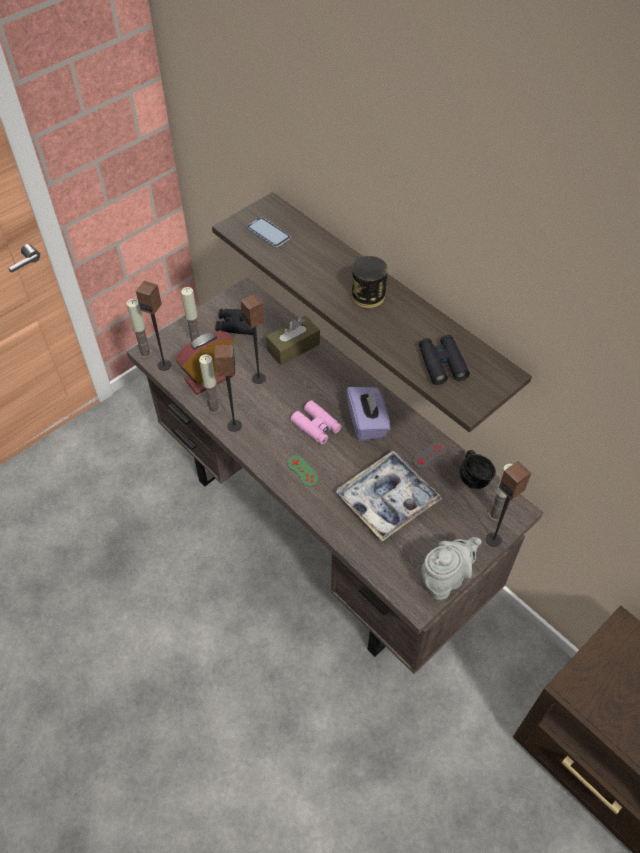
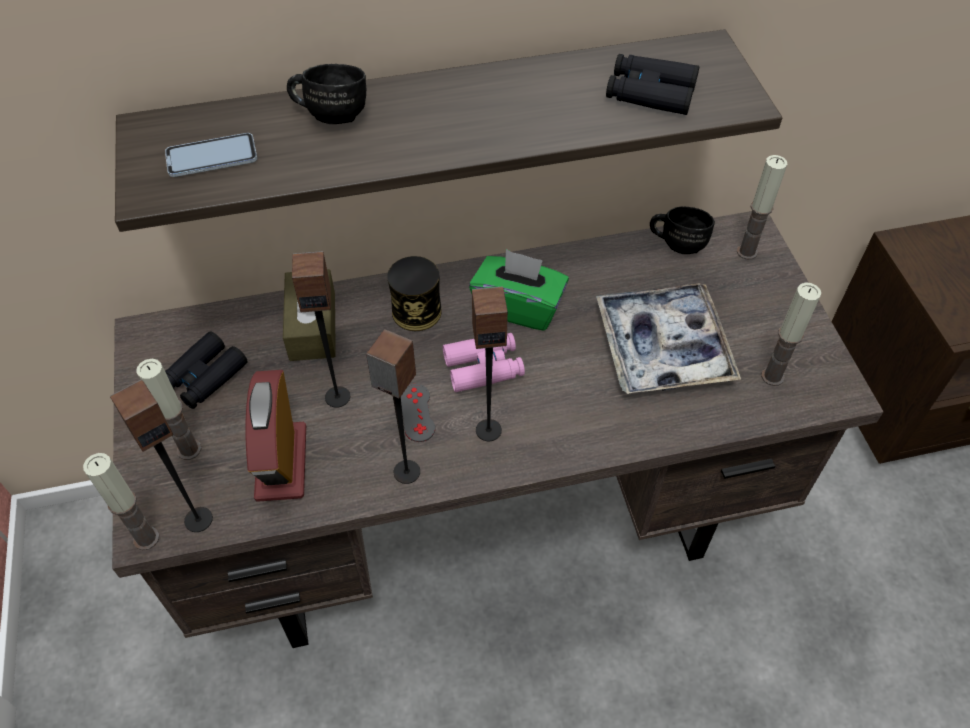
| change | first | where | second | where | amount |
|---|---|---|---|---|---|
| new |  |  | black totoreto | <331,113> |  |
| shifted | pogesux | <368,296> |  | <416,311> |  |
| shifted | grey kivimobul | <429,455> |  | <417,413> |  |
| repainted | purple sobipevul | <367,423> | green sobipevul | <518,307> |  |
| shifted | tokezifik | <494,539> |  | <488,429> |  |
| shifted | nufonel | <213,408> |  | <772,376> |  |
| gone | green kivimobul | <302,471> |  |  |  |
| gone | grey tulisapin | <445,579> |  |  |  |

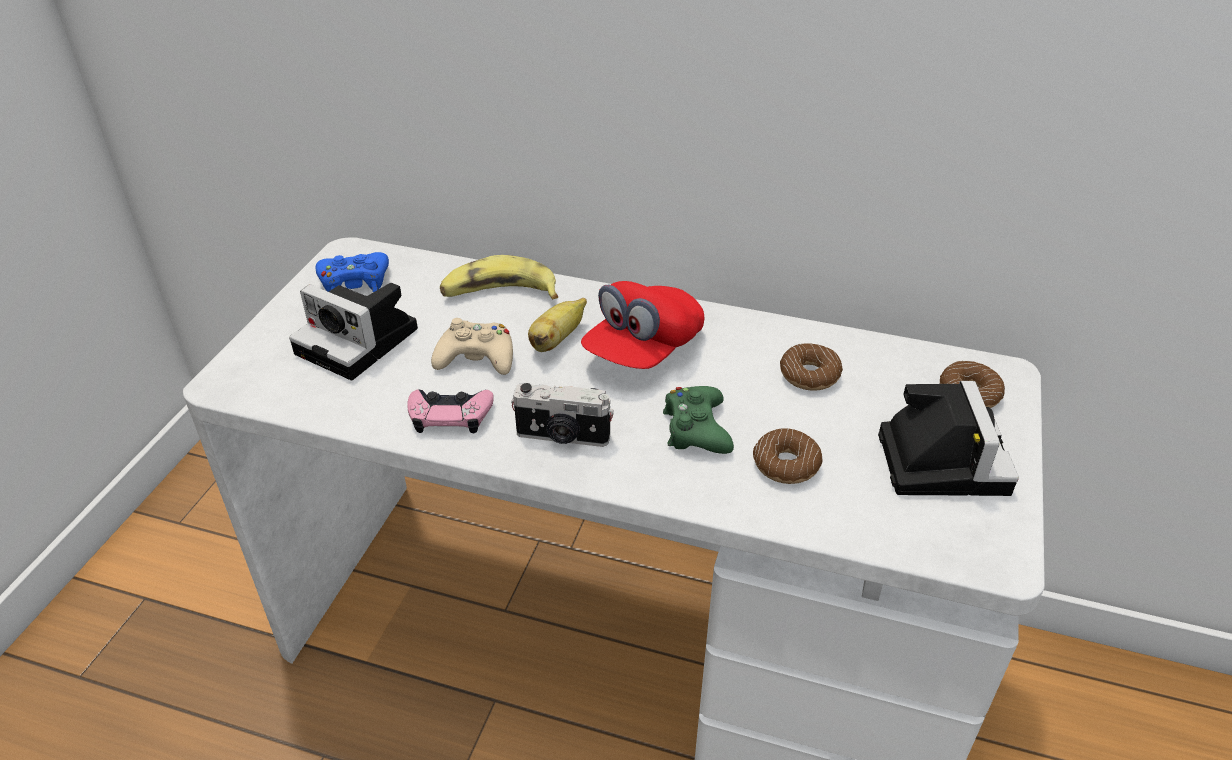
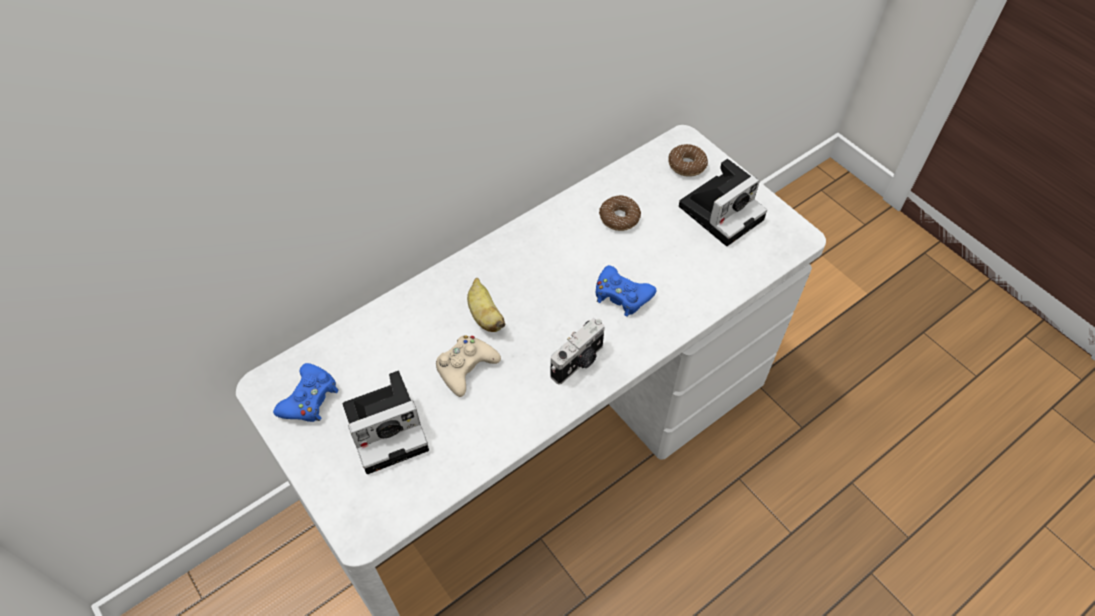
| change | first | where | second | where | amount |
|---|---|---|---|---|---|
| repainted | green kivimobul | <696,429> | blue kivimobul | <622,295> |  |
| rotated | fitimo | <939,459> |  | <722,210> | 105 degrees clockwise |
| gone | pink kivimobul | <450,415> |  |  |  |
| gone | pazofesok | <499,294> |  |  |  |
| gone | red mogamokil | <643,349> |  |  |  |
| gone | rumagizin | <786,464> |  |  |  |

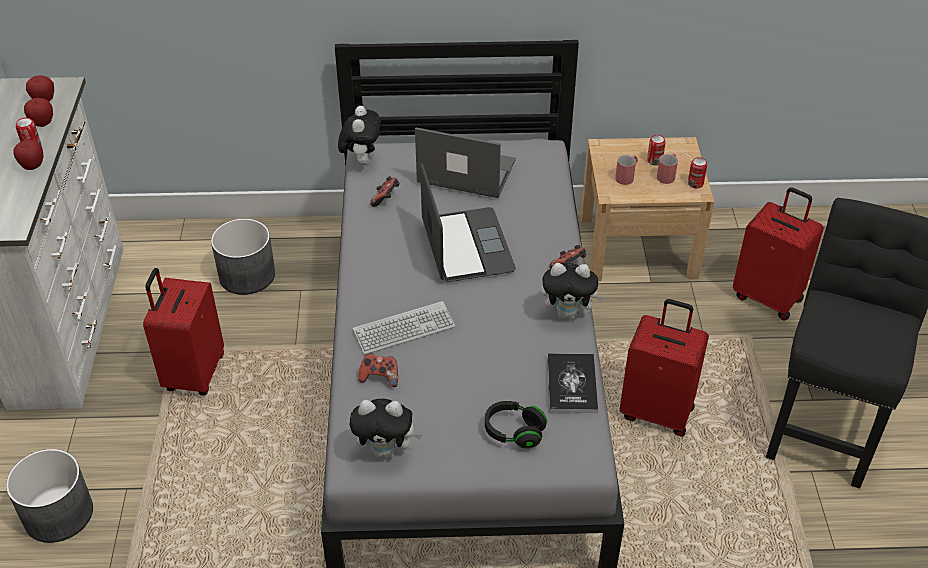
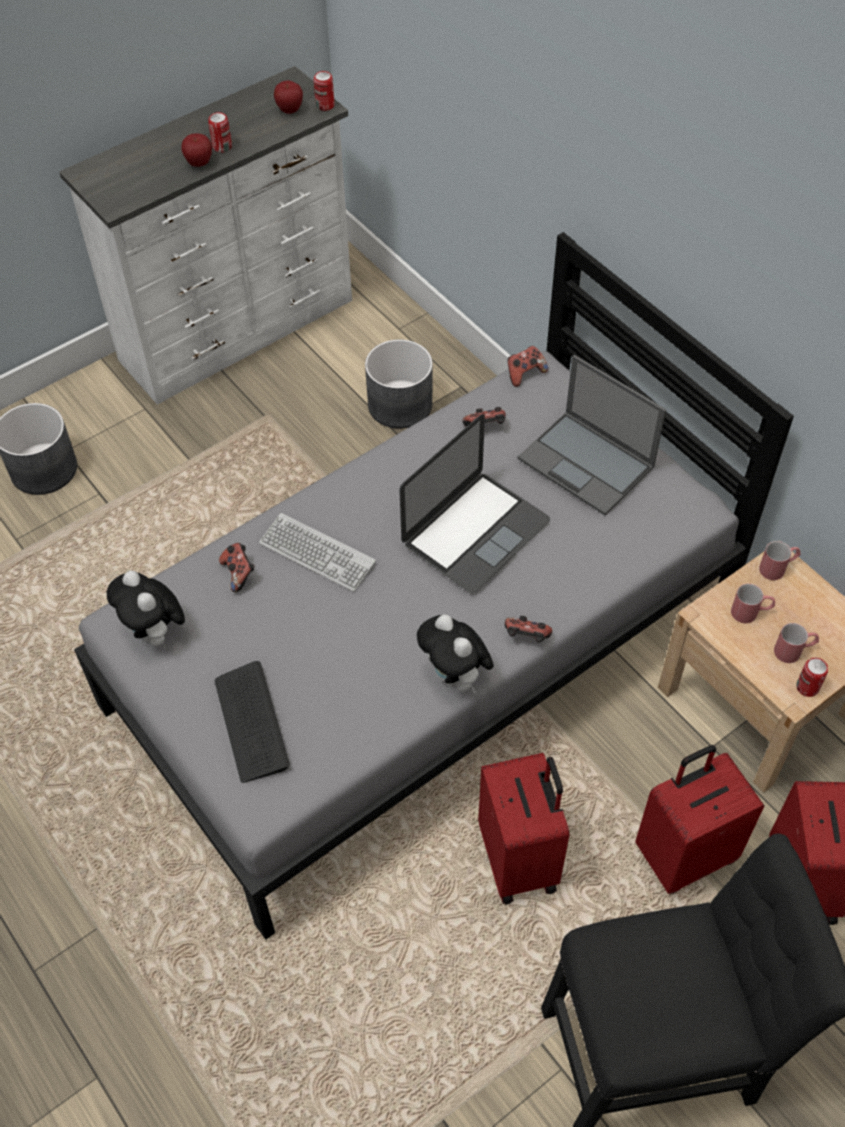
| change | first | where | second | where | amount |
|---|---|---|---|---|---|
| swapped | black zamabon | <514,432> | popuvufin | <251,723> |  |
| shifted | pogesux | <654,161> |  | <325,105> |  |
| swapped | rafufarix | <362,160> | kivimobul | <524,373> |  |
| rotated | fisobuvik | <465,171> |  | <587,463> | 150 degrees clockwise |
| shifted | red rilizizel | <193,373> |  | <684,854> |  |
| new |  |  | red totoreto | <778,568> |  |
| gone | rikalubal | <42,123> |  |  |  |
| gone | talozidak | <572,384> |  |  |  |

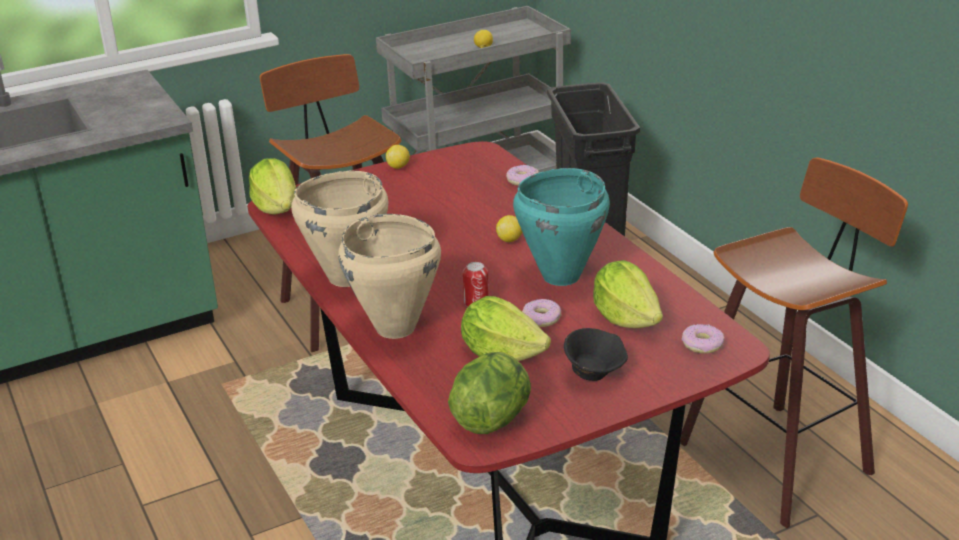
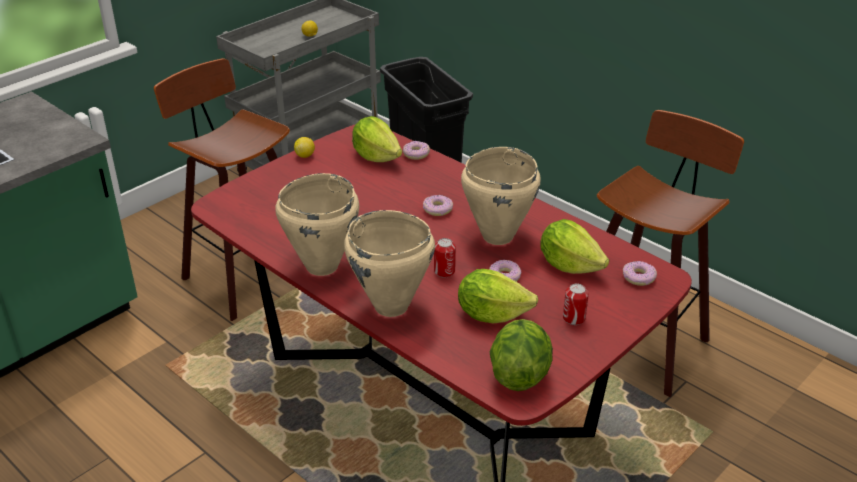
| change | first | where | second | where | amount |
|---|---|---|---|---|---|
| shifted | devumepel | <276,208> |  | <376,156> |  |
| swapped | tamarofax | <510,240> | rumagizin | <437,209> |  |
| repainted | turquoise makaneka | <560,276> | beige makaneka | <497,236> |  |
| swapped | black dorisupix | <594,373> | pogesux | <574,318> |  |

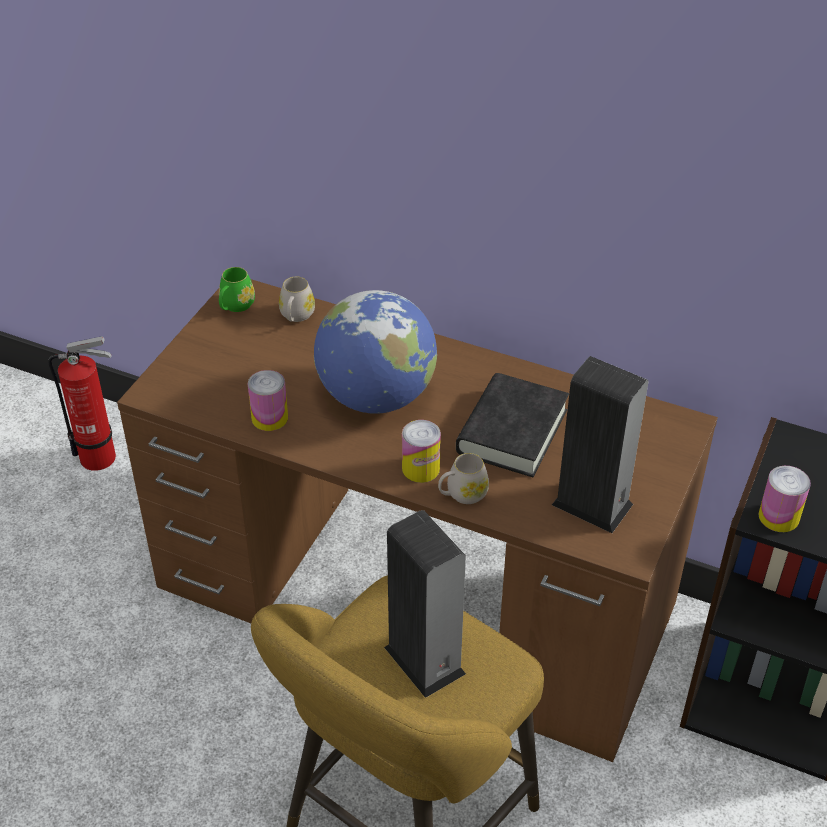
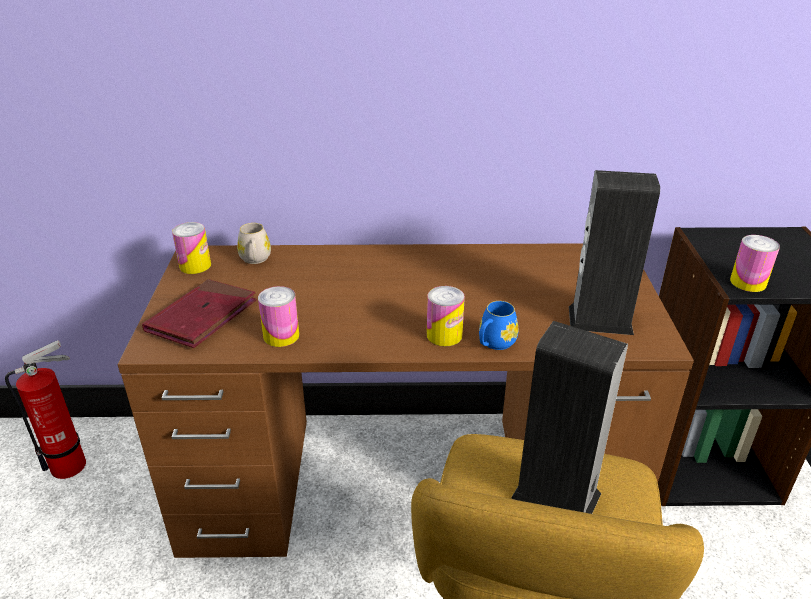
| change | first | where | second | where | amount |
|---|---|---|---|---|---|
| new |  |  | red talozidak | <202,317> |  |
| swapped | green totoreto | <235,306> | pogesux | <195,265> |  |
| repainted | white totoreto | <462,494> | blue totoreto | <494,343> |  |
| gone | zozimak | <376,397> |  |  |  |
| gone | black talozidak | <512,432> |  |  |  |

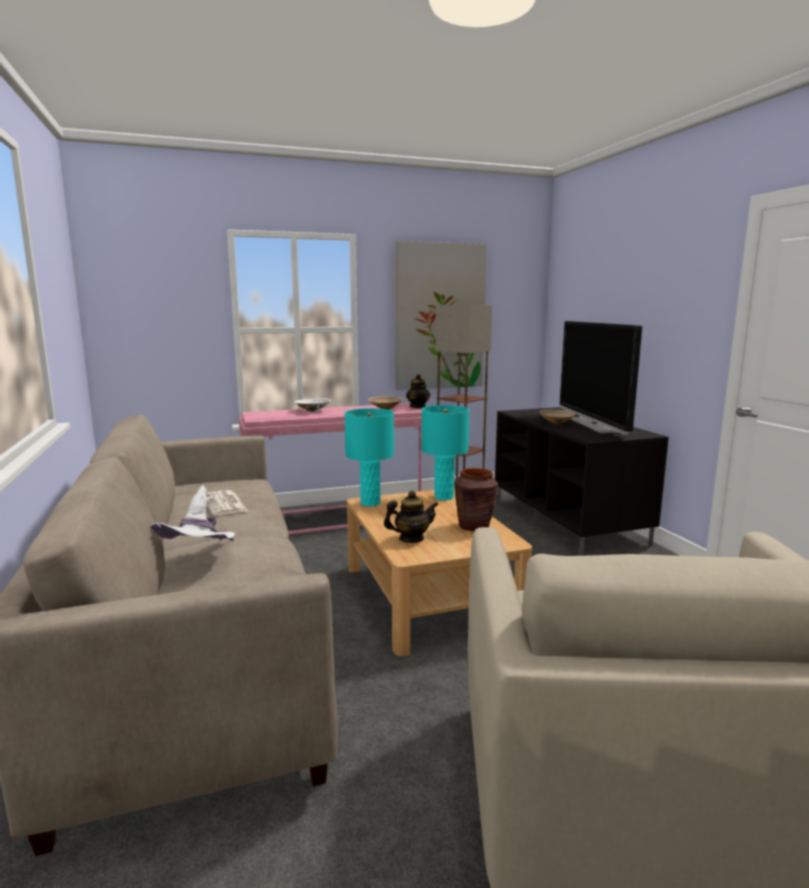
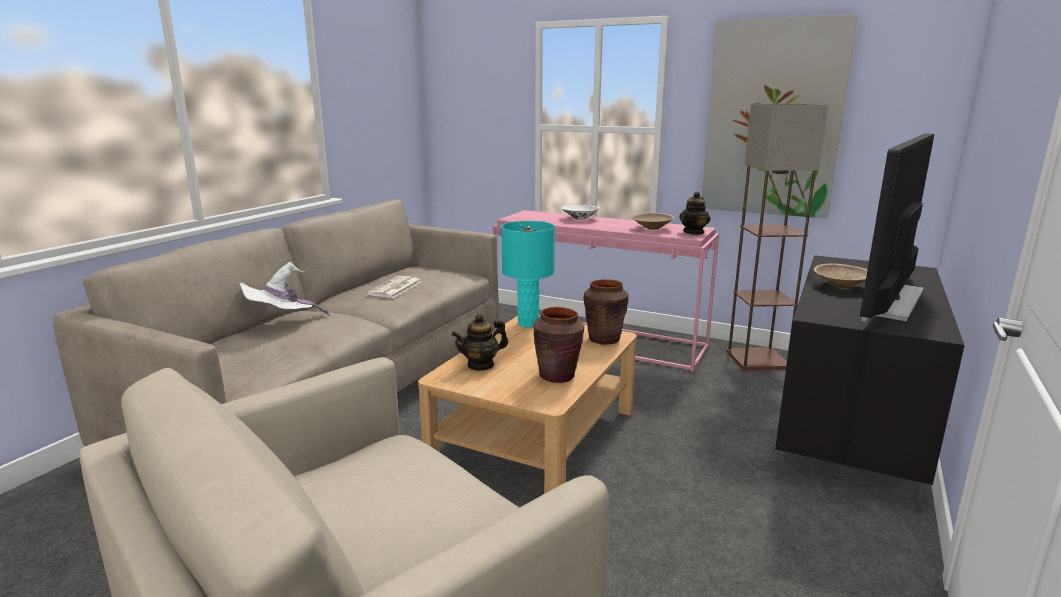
| change | first | where | second | where | amount |
|---|---|---|---|---|---|
| rotated | tulisapin | <411,539> |  | <481,365> | 120 degrees clockwise |
| swapped | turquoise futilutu | <444,497> | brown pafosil | <604,339> |  |

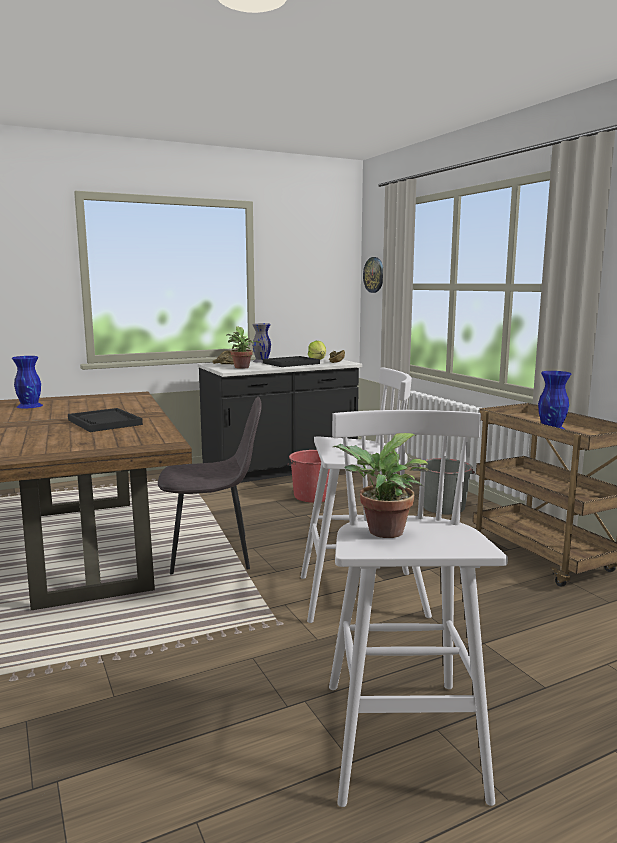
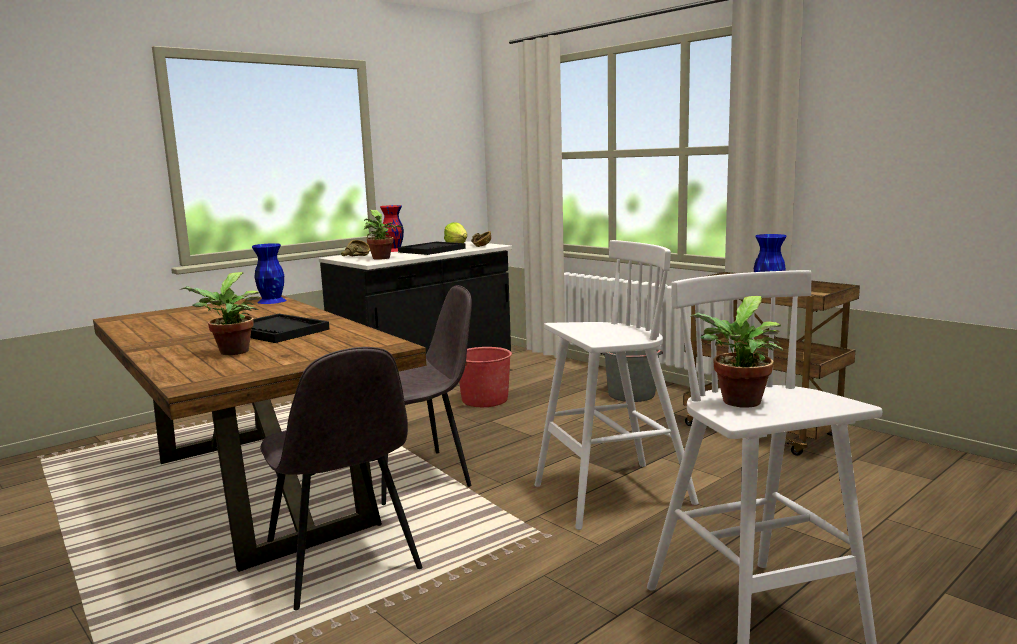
| change | first | where | second | where | amount |
|---|---|---|---|---|---|
| new |  |  | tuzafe | <231,353> |  |
| shifted | blue pafosil | <29,406> |  | <271,301> |  |
| new |  |  | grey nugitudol | <343,565> |  |
| repainted | grey pafosil | <261,361> | red pafosil | <393,250> |  |
| gone | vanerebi | <374,275> |  |  |  |

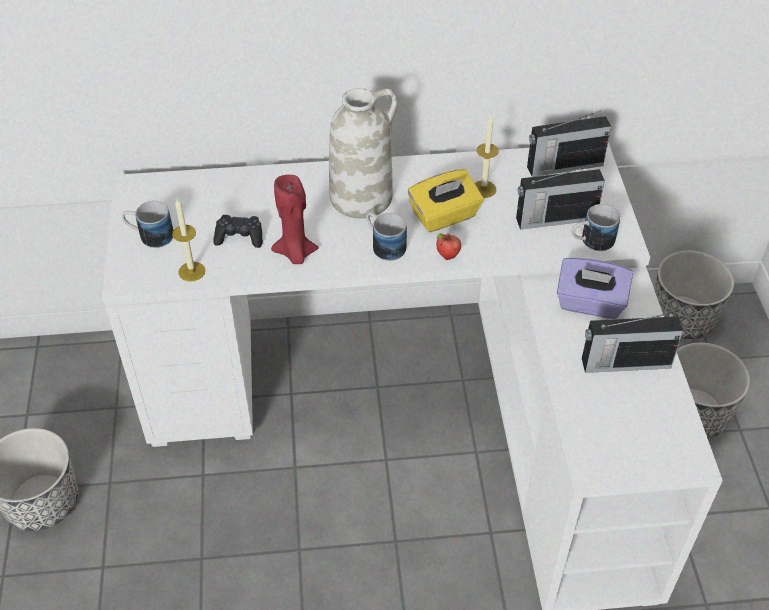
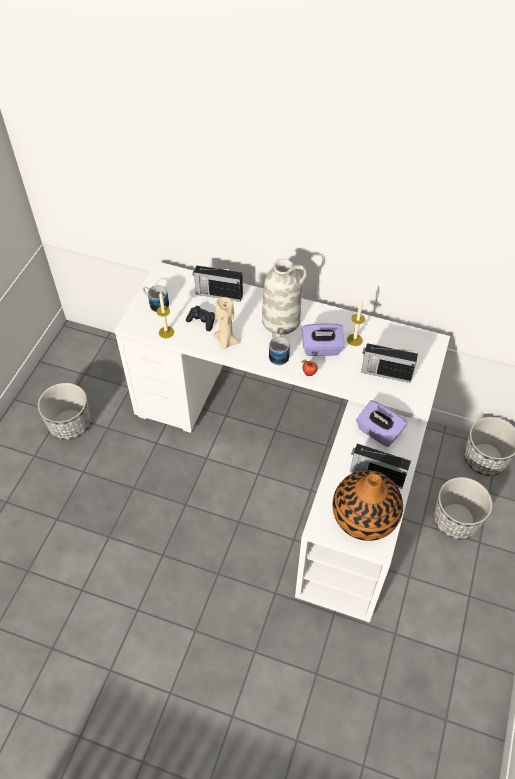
| change | first | where | second | where | amount |
|---|---|---|---|---|---|
| shifted | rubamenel | <563,166> |  | <218,294> |  |
| repainted | red nufonel | <295,254> | beige nufonel | <226,342> |  |
| repainted | yellow sobipevul | <444,216> | purple sobipevul | <321,348> |  |
| new |  |  | pafosil | <364,516> |  |
| gone | totoreto | <591,242> |  |  |  |

